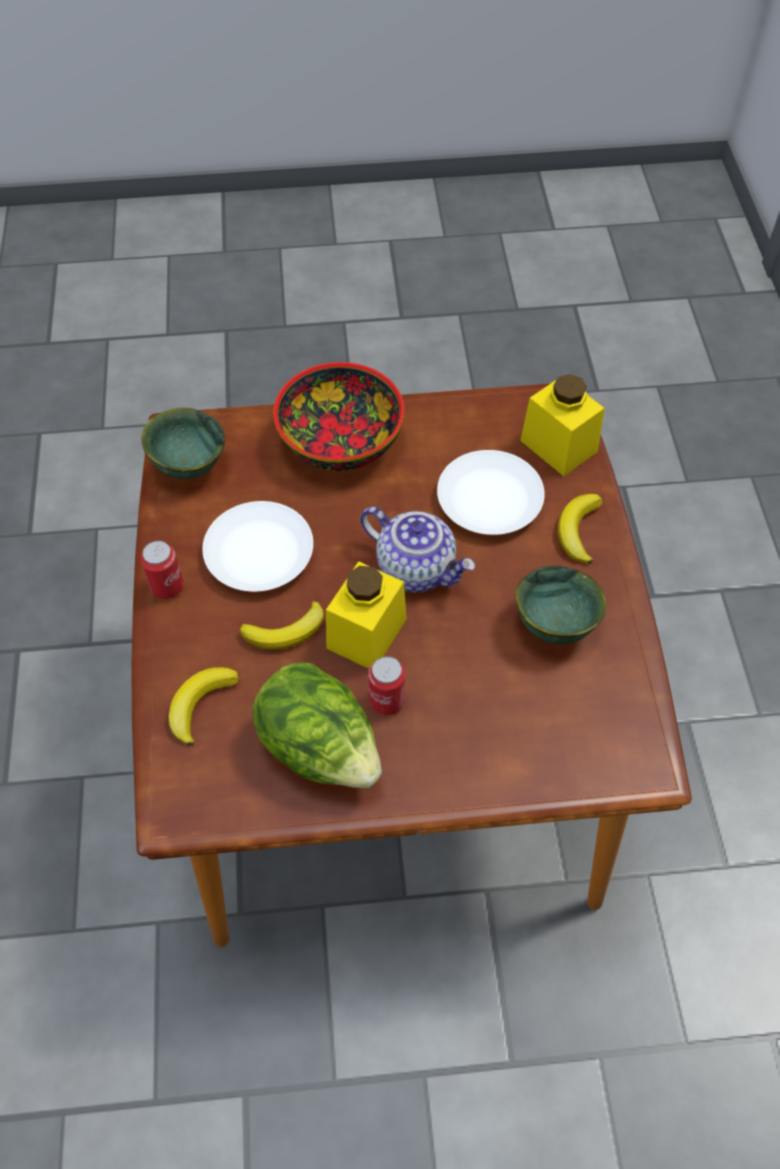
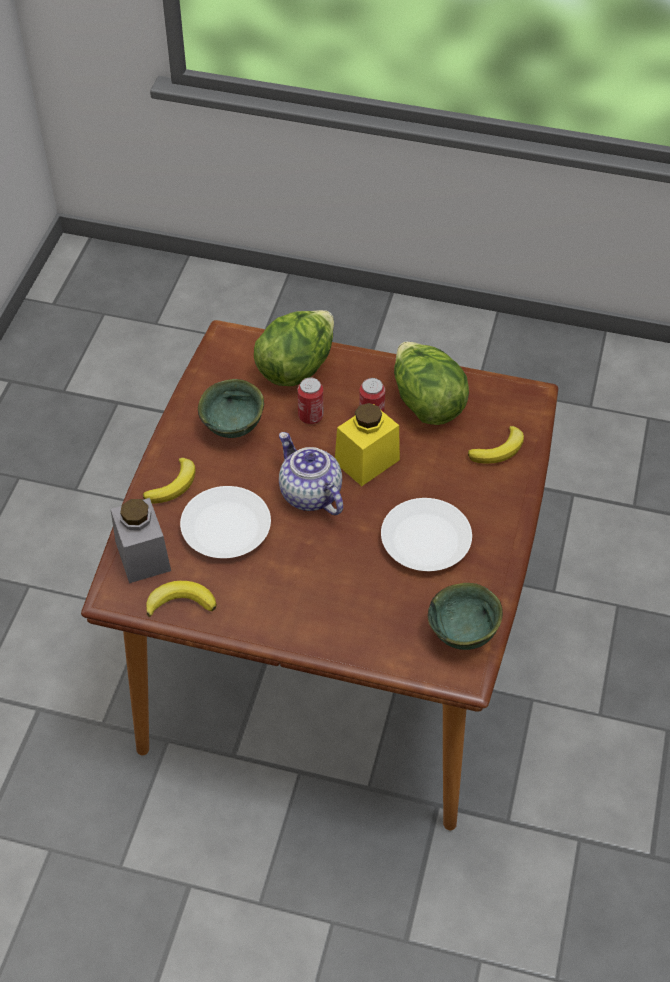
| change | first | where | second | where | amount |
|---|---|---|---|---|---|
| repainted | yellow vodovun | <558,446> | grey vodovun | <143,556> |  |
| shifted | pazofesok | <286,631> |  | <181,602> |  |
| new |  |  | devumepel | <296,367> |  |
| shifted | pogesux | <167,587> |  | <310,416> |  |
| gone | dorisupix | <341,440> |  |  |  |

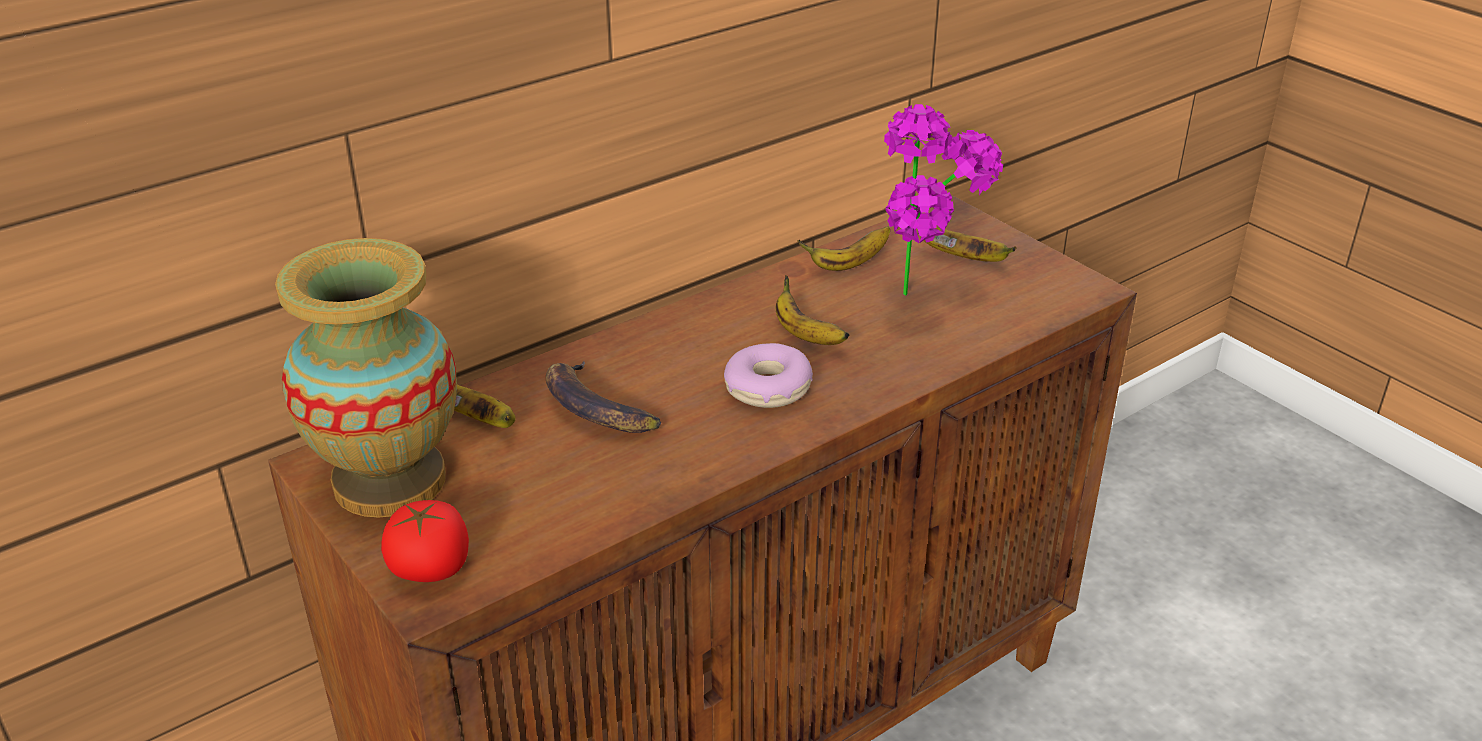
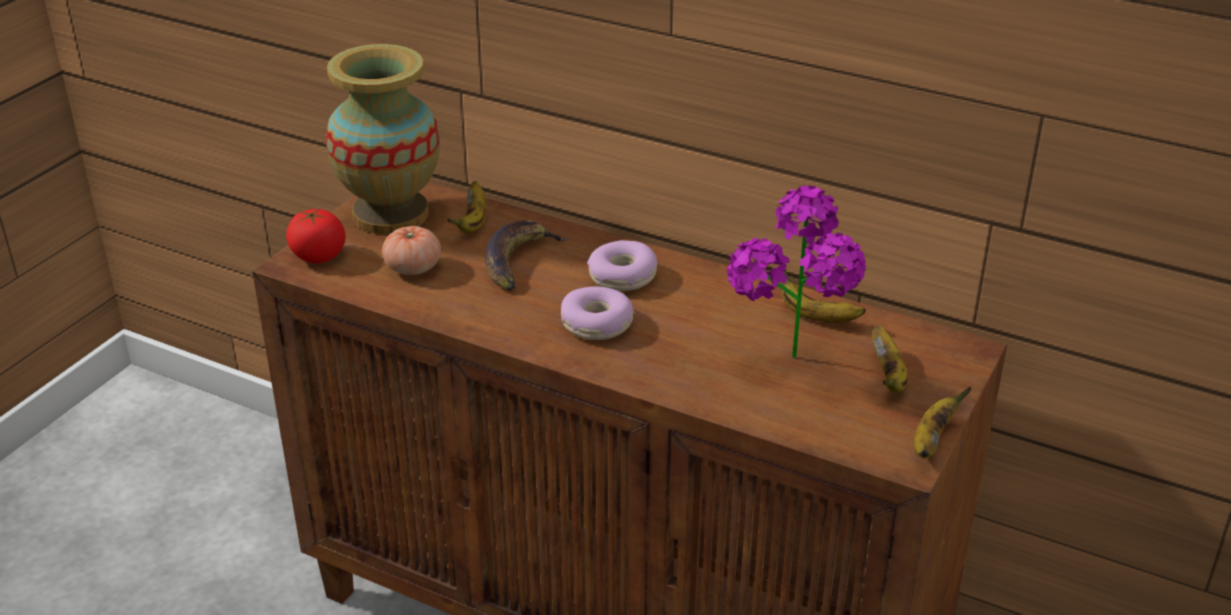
| change | first | where | second | where | amount |
|---|---|---|---|---|---|
| new |  |  | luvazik | <413,268> |  |
| new |  |  | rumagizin | <622,277> |  |
| shifted | pazofesok | <805,335> |  | <932,440> |  |

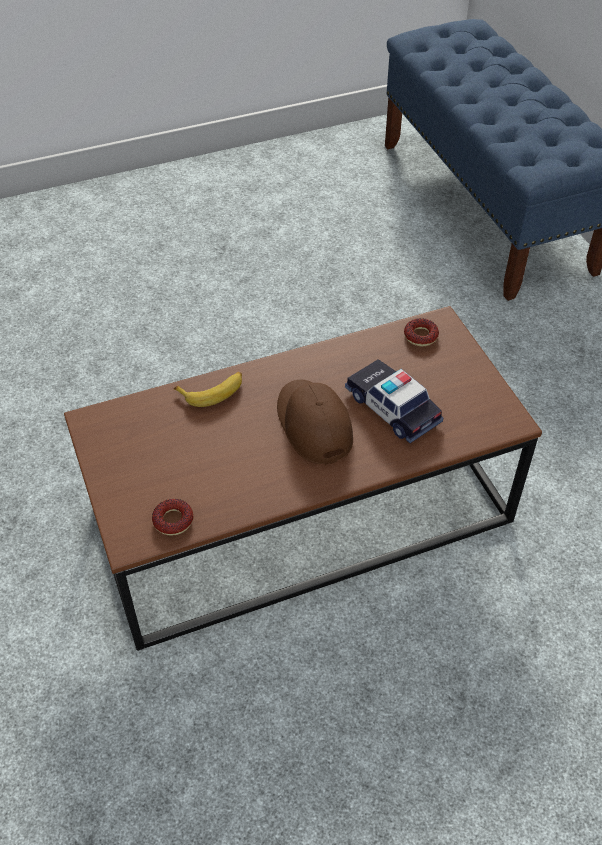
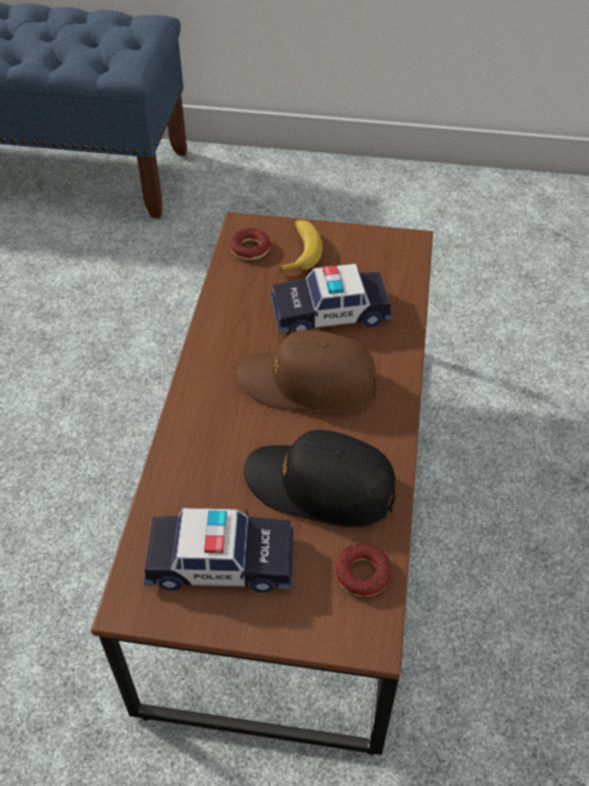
| change | first | where | second | where | amount |
|---|---|---|---|---|---|
| new |  |  | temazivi | <221,561> |  |
| new |  |  | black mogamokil | <320,486> |  |
| shifted | pazofesok | <213,392> |  | <299,251> |  |

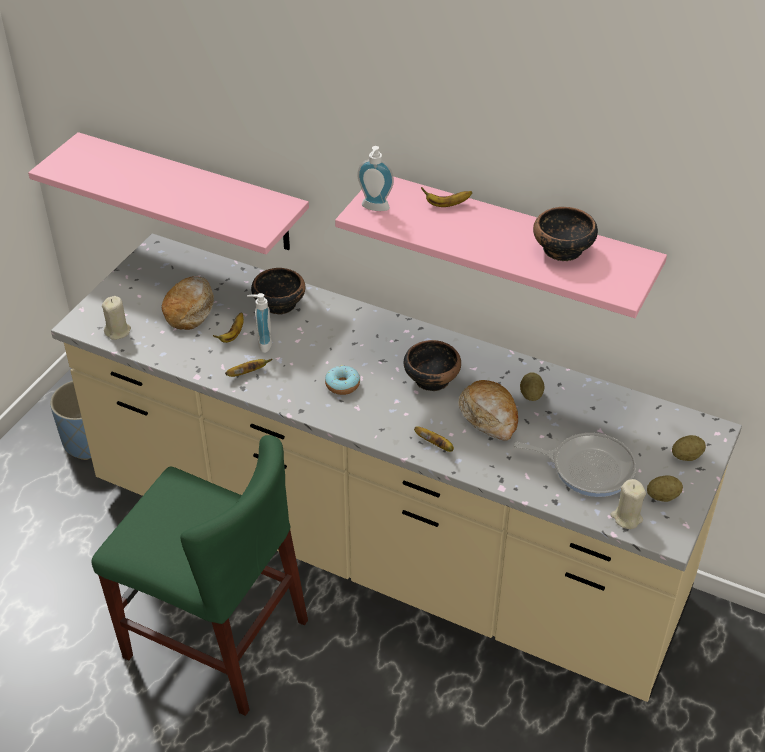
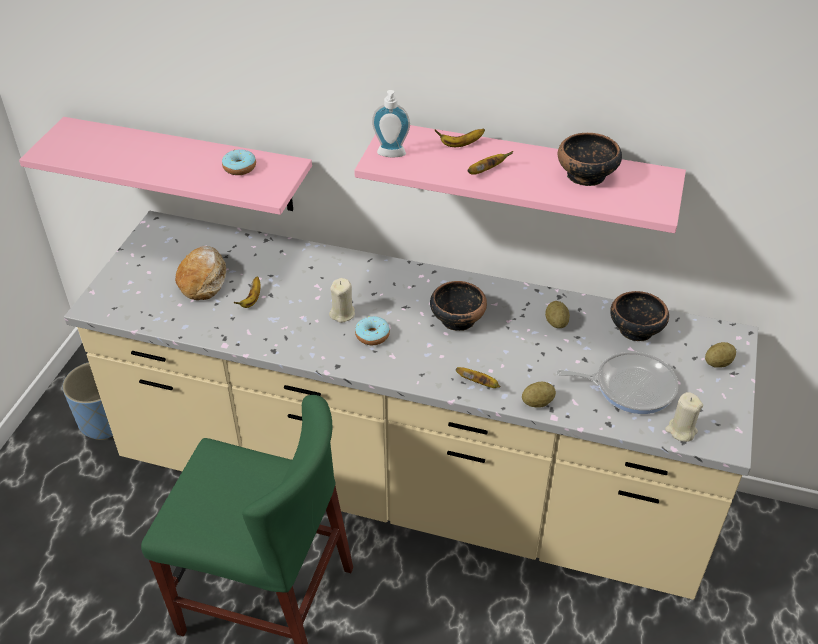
| change | first | where | second | where | amount |
|---|---|---|---|---|---|
| new |  |  | rumagizin | <239,168> |  |
| shifted | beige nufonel | <118,331> |  | <342,314> |  |
| shifted | pazofesok | <247,373> |  | <486,171> |  |
| shifted | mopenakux | <662,496> |  | <537,402> |  |
| shifted | dorisupix | <279,304> |  | <635,329> |  |
| gone | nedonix | <262,344> |  |  |  |
| gone | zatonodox | <489,417> |  |  |  |

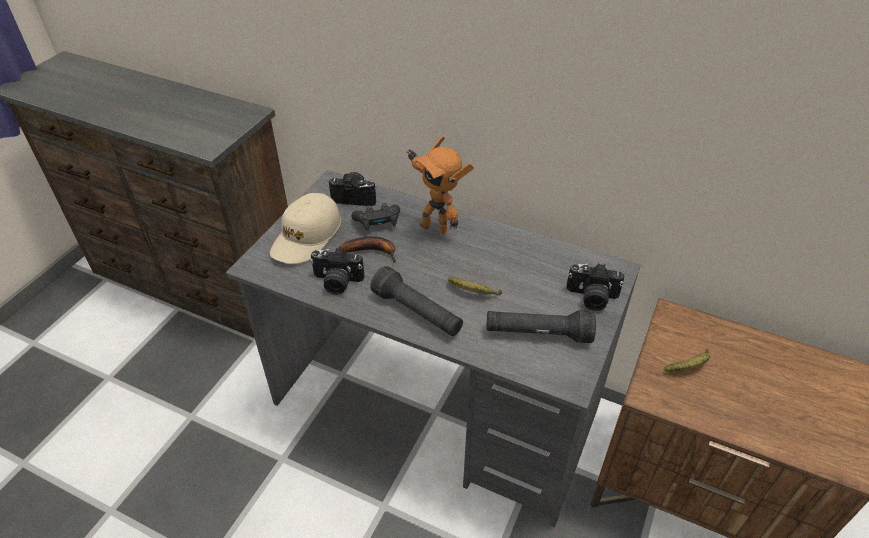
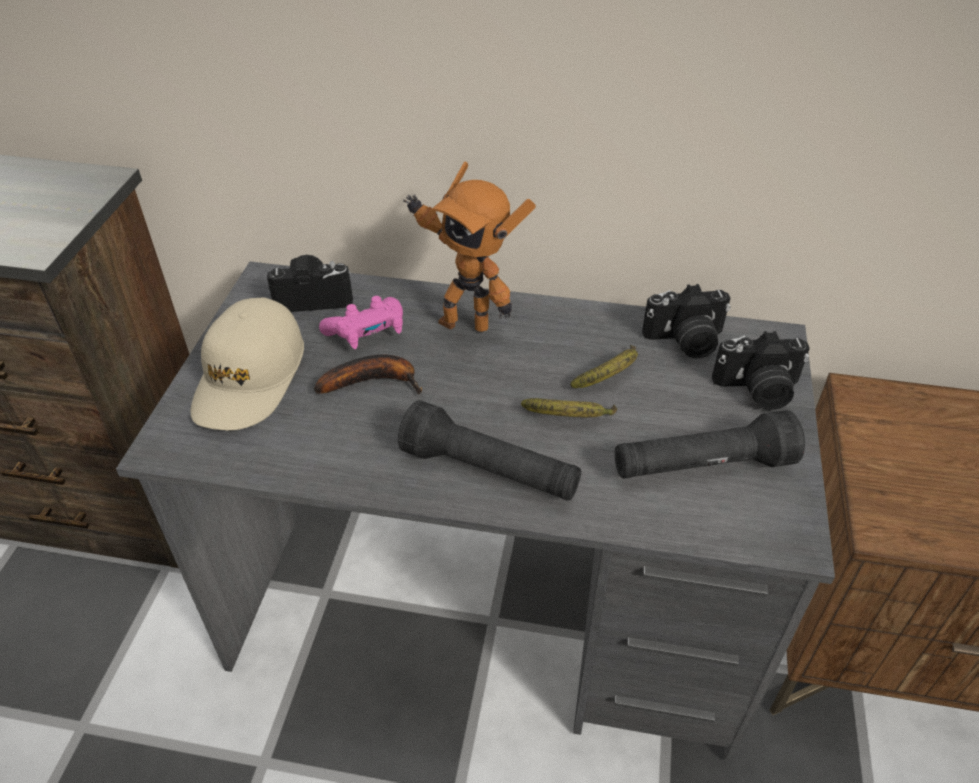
| change | first | where | second | where | amount |
|---|---|---|---|---|---|
| repainted | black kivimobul | <378,223> | pink kivimobul | <367,333> |  |
| shifted | pazofesok | <689,366> |  | <610,376> |  |
| shifted | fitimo | <337,282> |  | <685,341> |  |

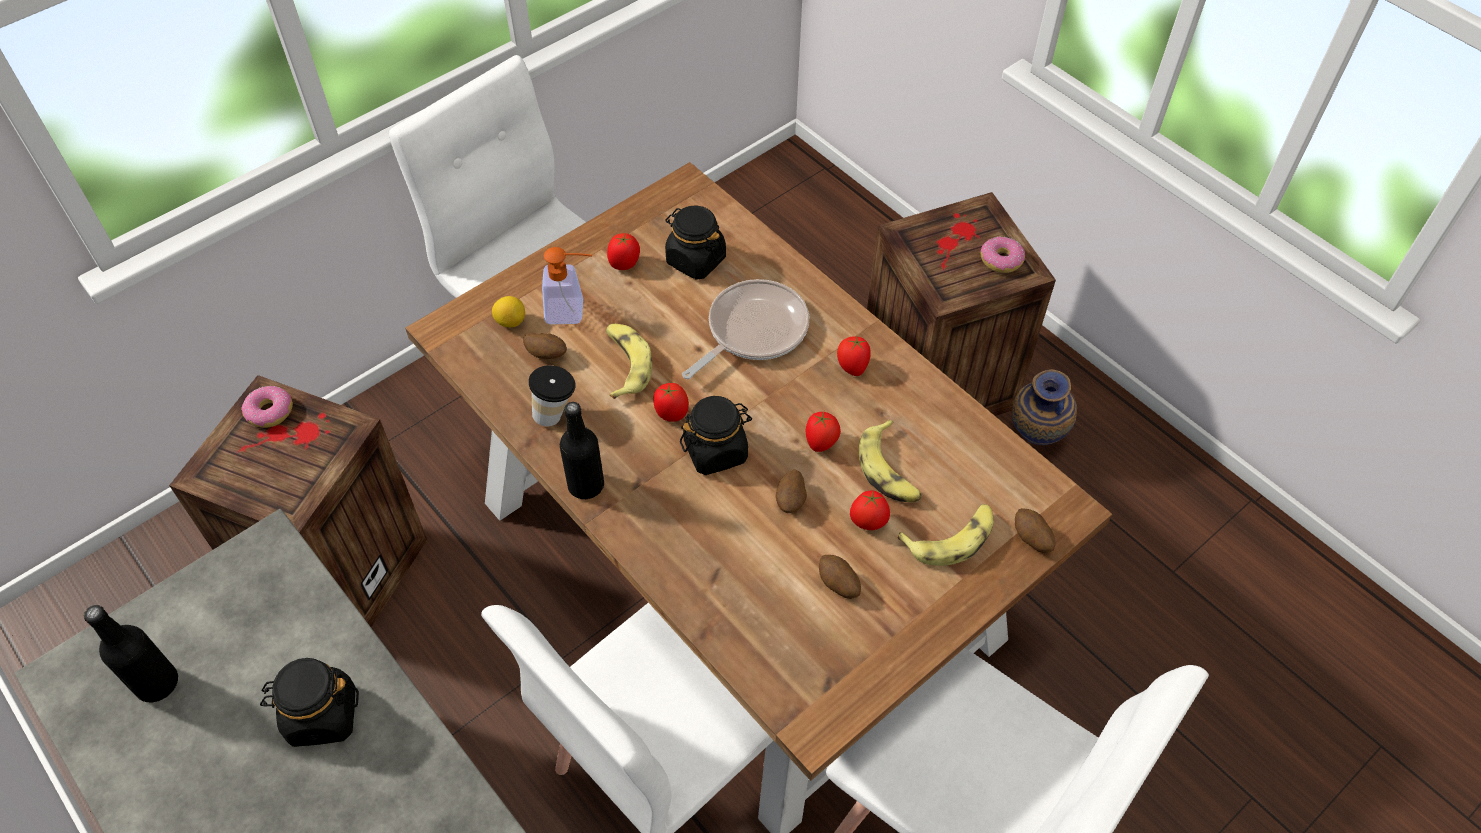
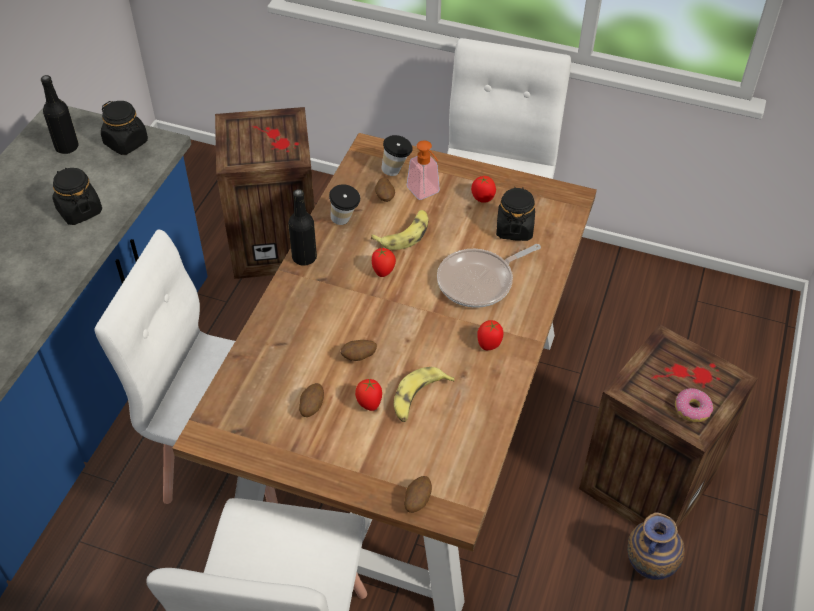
| change | first | where | second | where | amount |
|---|---|---|---|---|---|
| shifted | black vodovun | <716,451> |  | <126,143> |  |
| swapped | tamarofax | <510,321> | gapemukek | <396,171> |  |
| rotated | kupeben | <752,330> |  | <479,281> | 135 degrees clockwise |
| gone | rumagizin | <269,412> |  |  |  |
| gone | luvazik | <821,443> |  |  |  |
| gone | pazofesok | <951,538> |  |  |  |

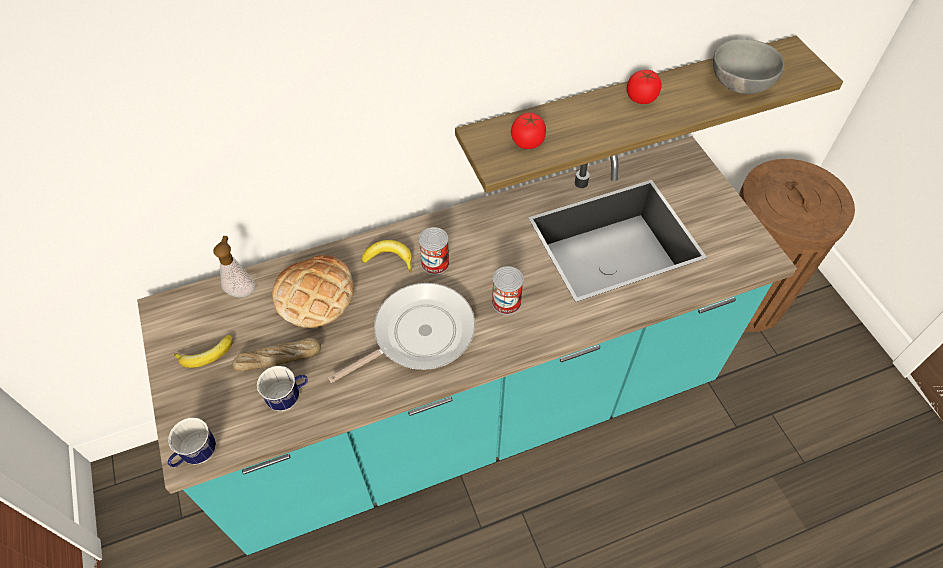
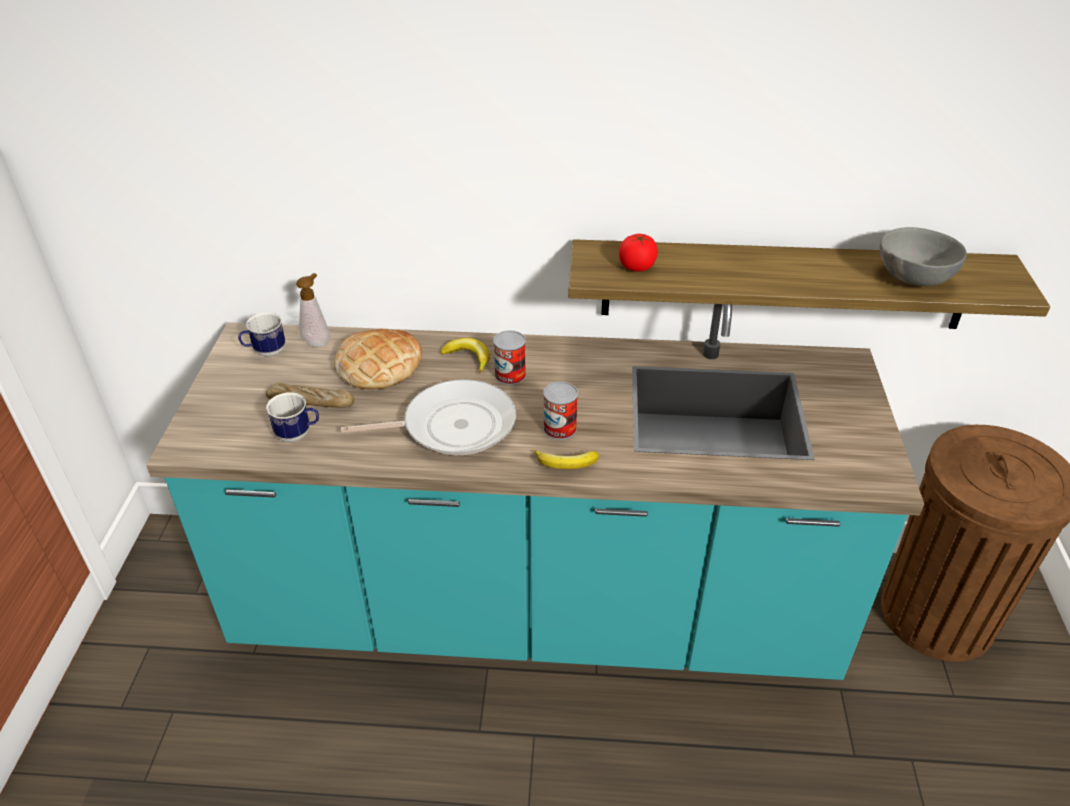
| change | first | where | second | where | amount |
|---|---|---|---|---|---|
| shifted | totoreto | <196,455> |  | <265,352> |  |
| shifted | pazofesok | <207,356> |  | <566,464> |  |
| gone | luvazik | <641,98> |  |  |  |

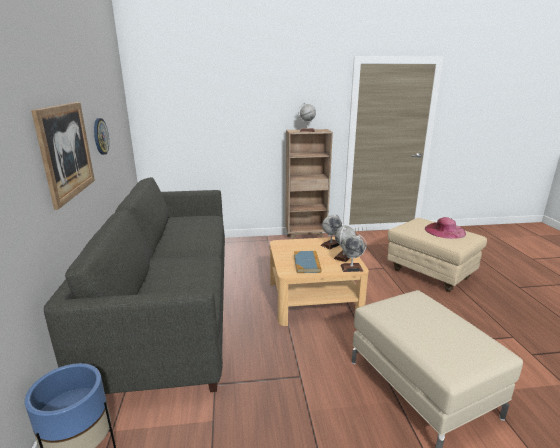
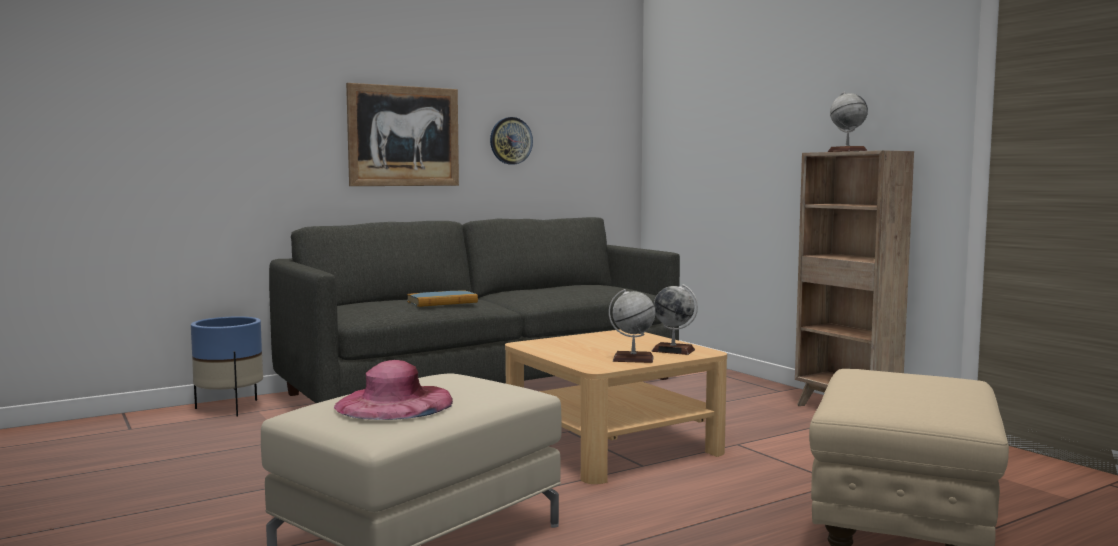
| change | first | where | second | where | amount |
|---|---|---|---|---|---|
| shifted | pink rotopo | <445,231> |  | <394,403> |  |
| shifted | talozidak | <307,263> |  | <442,302> |  |
| gone | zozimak | <351,268> |  |  |  |

